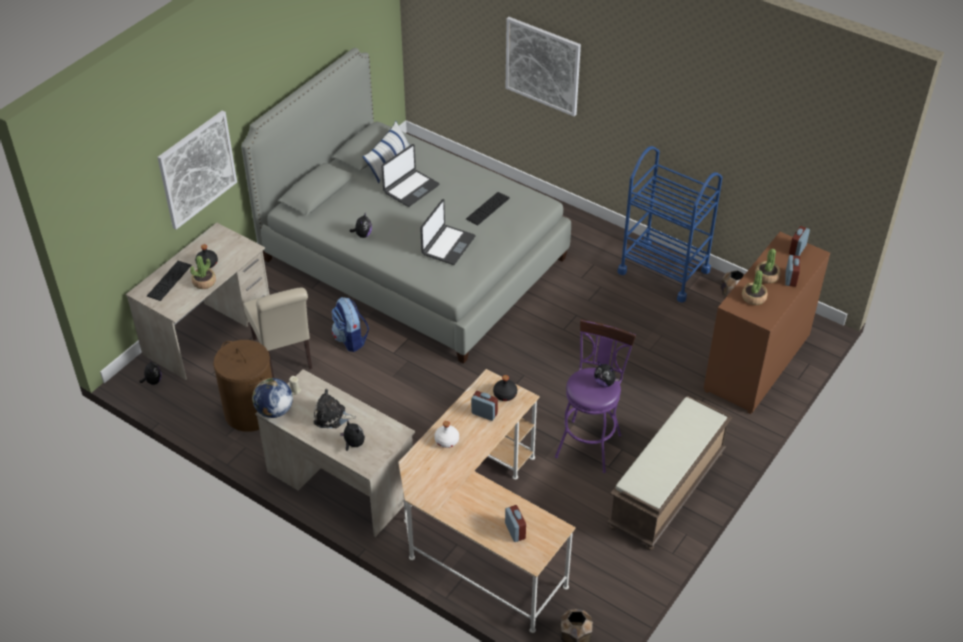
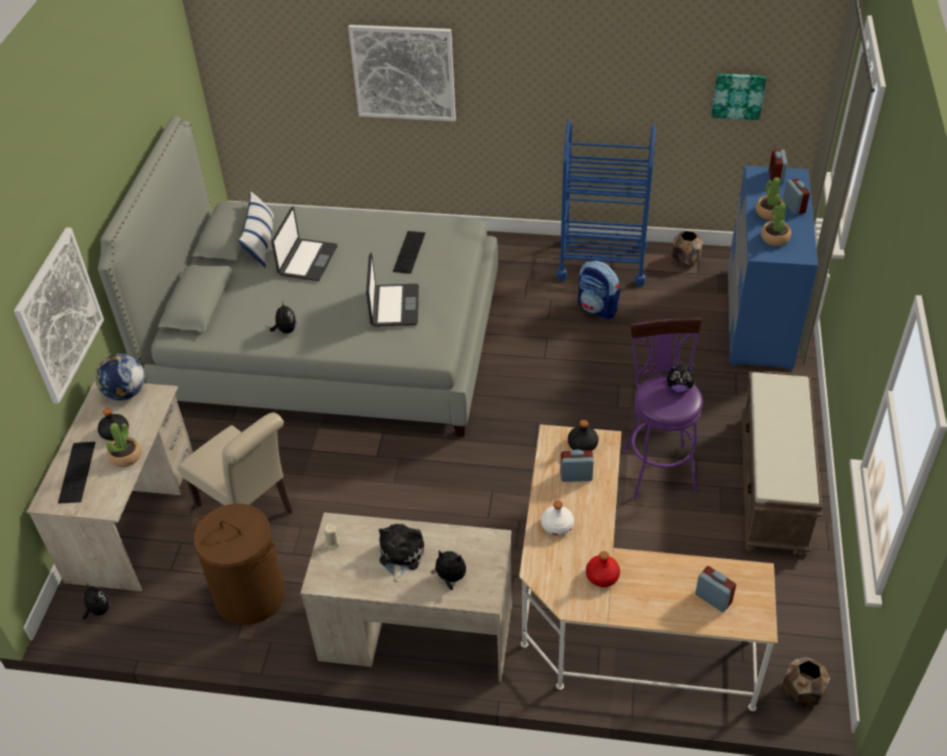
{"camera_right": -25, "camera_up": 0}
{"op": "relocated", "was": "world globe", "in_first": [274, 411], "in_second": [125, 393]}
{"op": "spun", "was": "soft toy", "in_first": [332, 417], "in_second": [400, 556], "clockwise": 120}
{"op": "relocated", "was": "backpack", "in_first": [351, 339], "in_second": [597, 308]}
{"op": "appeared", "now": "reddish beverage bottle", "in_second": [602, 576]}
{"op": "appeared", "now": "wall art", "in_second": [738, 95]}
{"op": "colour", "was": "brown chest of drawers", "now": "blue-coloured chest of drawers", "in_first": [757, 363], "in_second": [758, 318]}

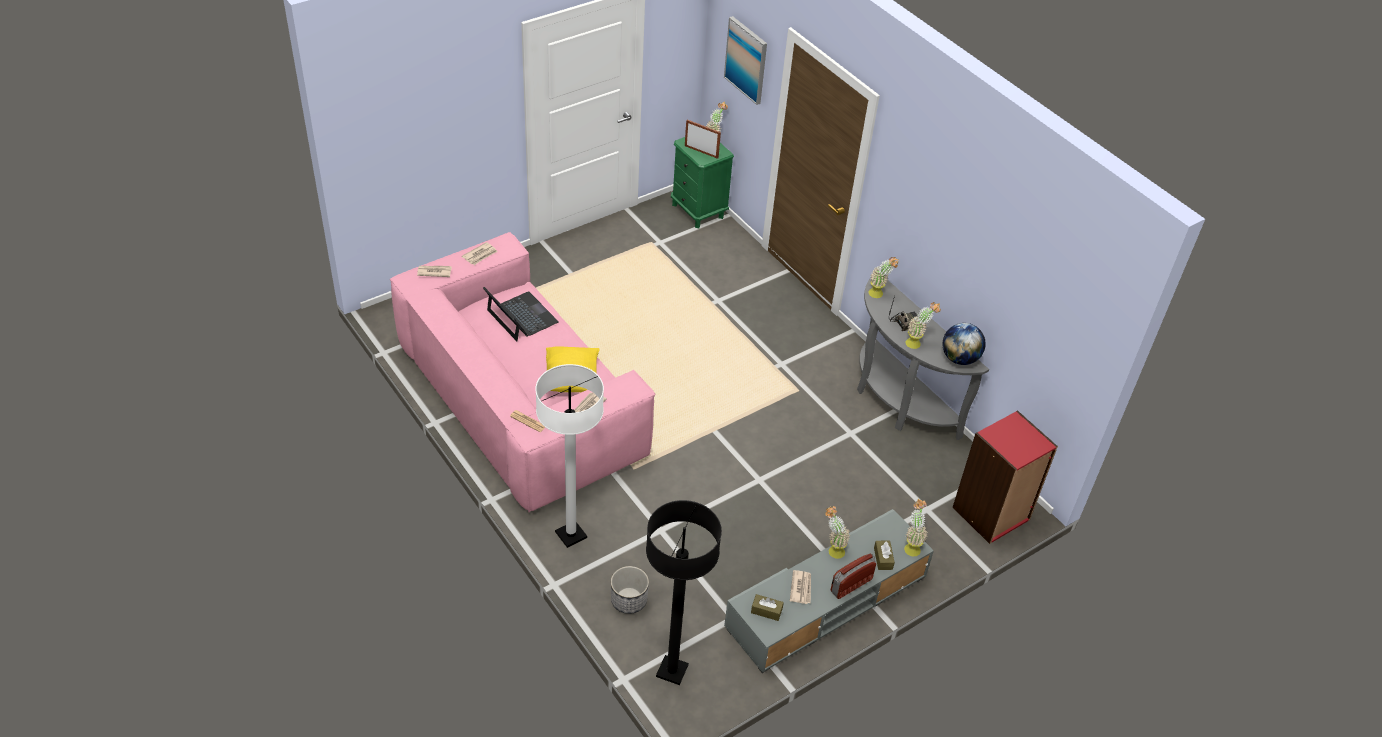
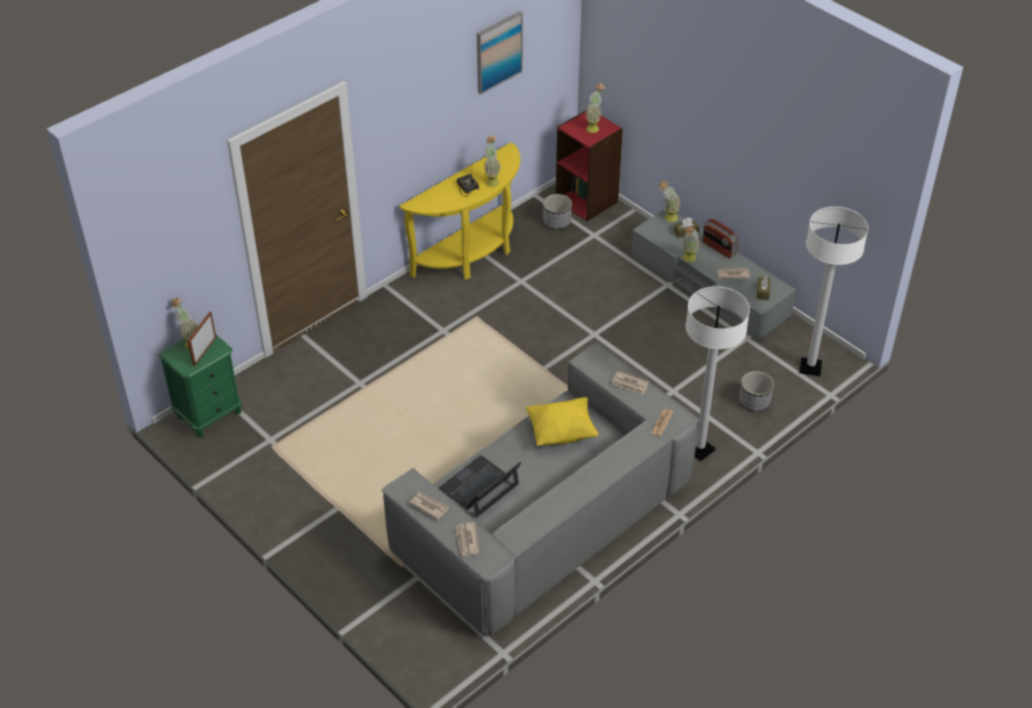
{"camera_right": -95, "camera_up": 0}
{"op": "colour", "was": "pink settee", "now": "grey settee", "in_first": [520, 399], "in_second": [542, 517]}
{"op": "colour", "was": "grey hall table", "now": "yellowish hall table", "in_first": [897, 400], "in_second": [472, 254]}
{"op": "relocated", "was": "wall art", "in_first": [746, 60], "in_second": [498, 52]}
{"op": "appeared", "now": "planter", "in_second": [557, 222]}
{"op": "relocated", "was": "plant in a pot", "in_first": [879, 295], "in_second": [594, 127]}
{"op": "colour", "was": "black-coloured standard lamp", "now": "white standard lamp", "in_first": [672, 671], "in_second": [810, 368]}
{"op": "missing", "was": "world globe", "in_first": [959, 358]}

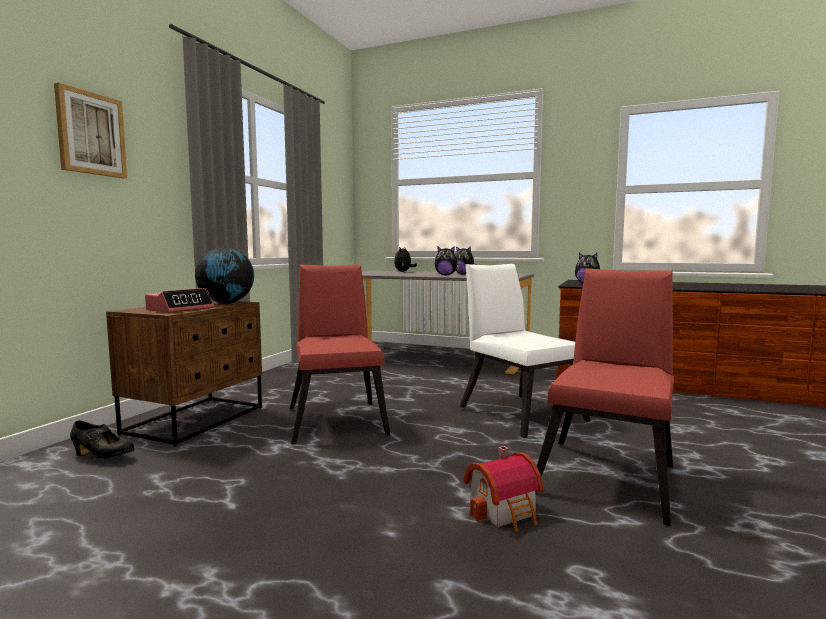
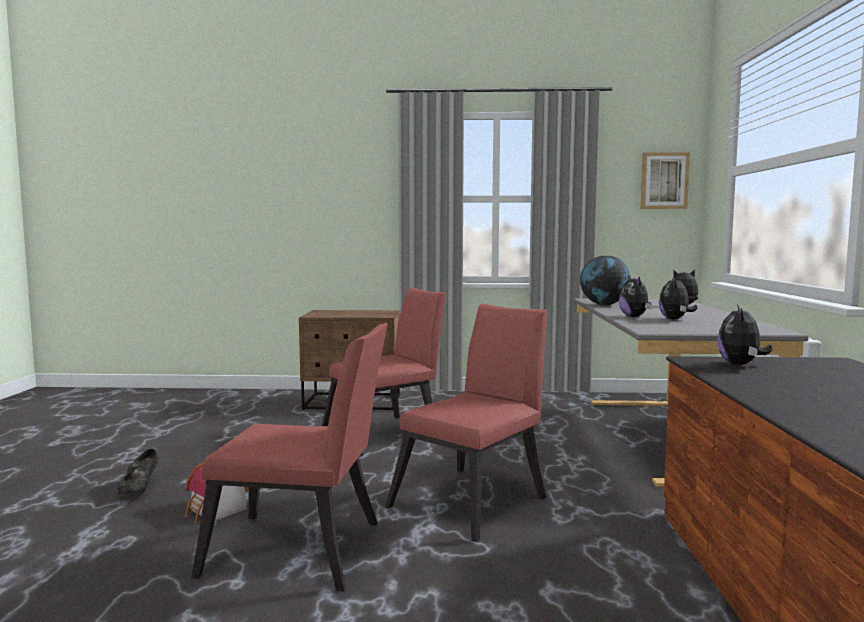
{"camera_right": 70, "camera_up": 0}
{"op": "relocated", "was": "black-coloured item of footwear", "in_first": [102, 457], "in_second": [139, 491]}
{"op": "colour", "was": "white chair", "now": "reddish chair", "in_first": [518, 412], "in_second": [475, 500]}
{"op": "relocated", "was": "world globe", "in_first": [226, 303], "in_second": [604, 304]}
{"op": "relocated", "was": "wall art", "in_first": [91, 134], "in_second": [664, 181]}
{"op": "missing", "was": "bedside clock", "in_first": [180, 309]}

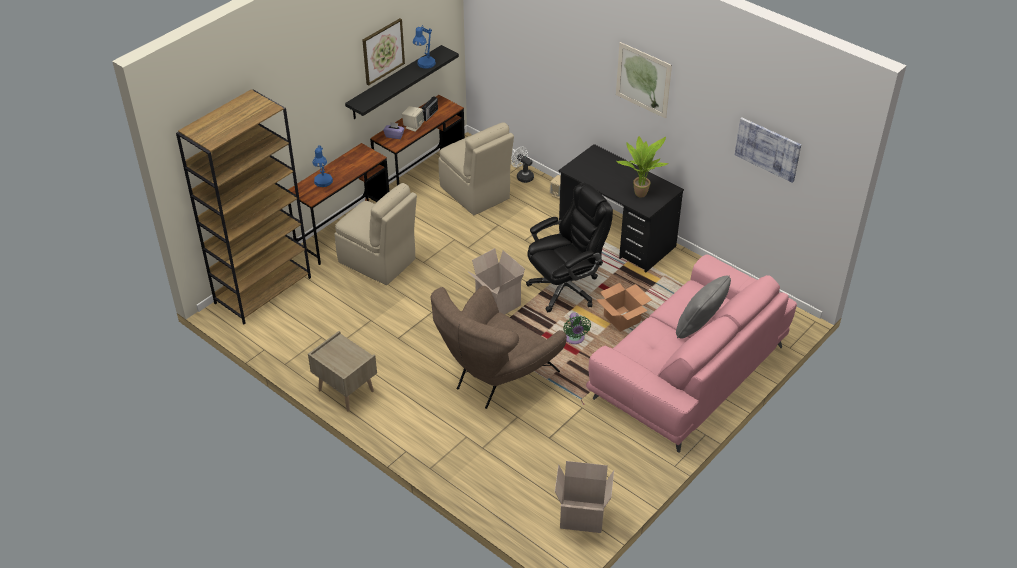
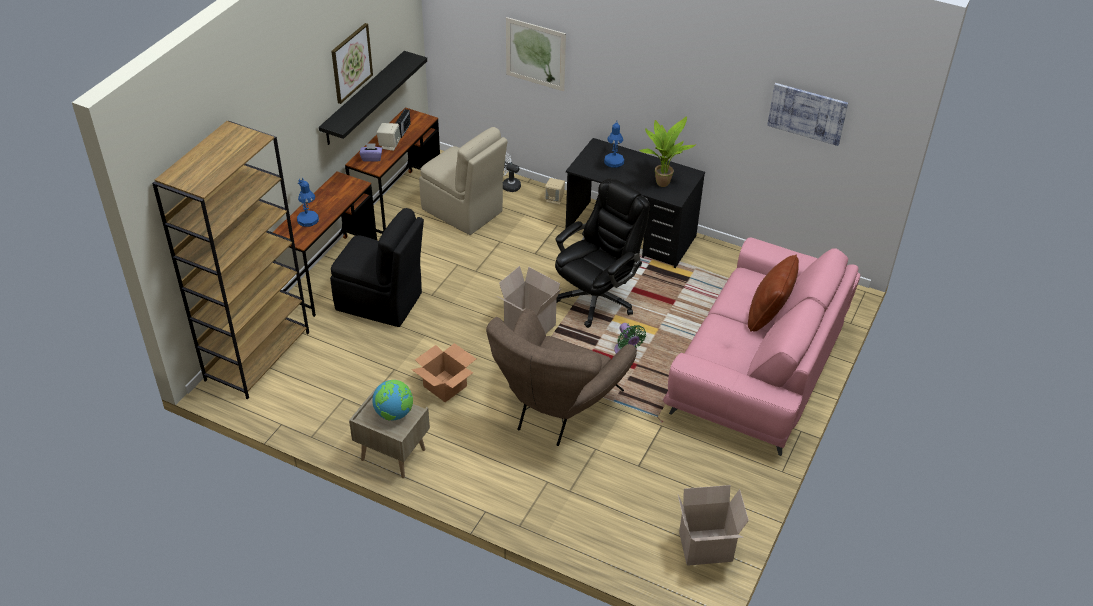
{"camera_right": -15, "camera_up": 0}
{"op": "colour", "was": "sand-coloured chair", "now": "black-coloured chair", "in_first": [378, 262], "in_second": [381, 302]}
{"op": "appeared", "now": "world globe", "in_second": [394, 413]}
{"op": "relocated", "was": "cardboard box", "in_first": [621, 319], "in_second": [444, 386]}
{"op": "relocated", "was": "wall art", "in_first": [643, 80], "in_second": [535, 54]}
{"op": "relocated", "was": "blue-coloured lamp for a table", "in_first": [425, 65], "in_second": [613, 164]}
{"op": "colour", "was": "grey cushion", "now": "brown cushion", "in_first": [700, 327], "in_second": [768, 315]}

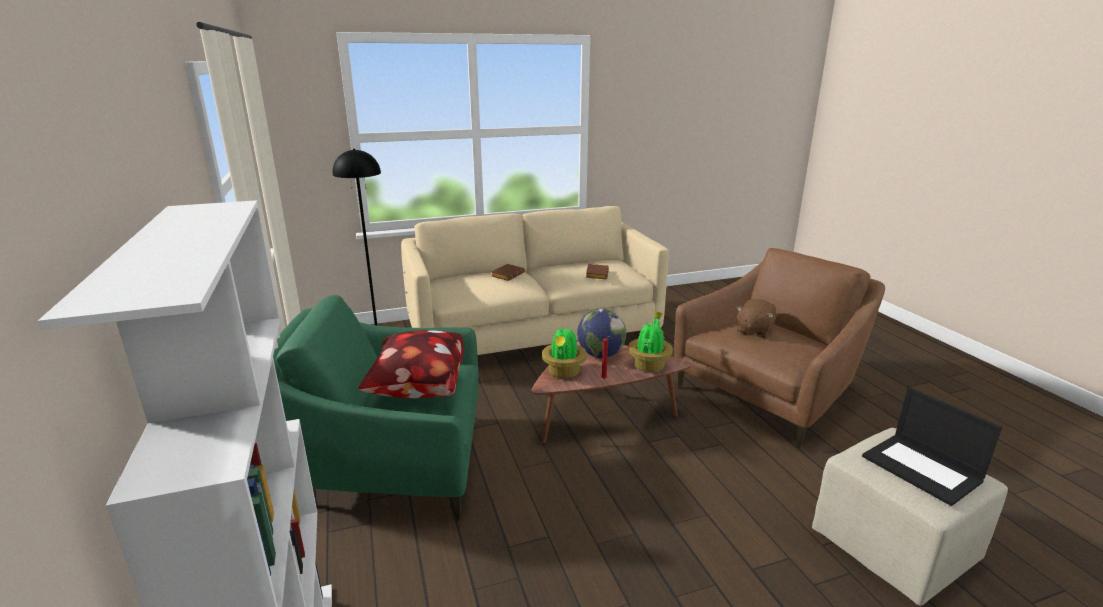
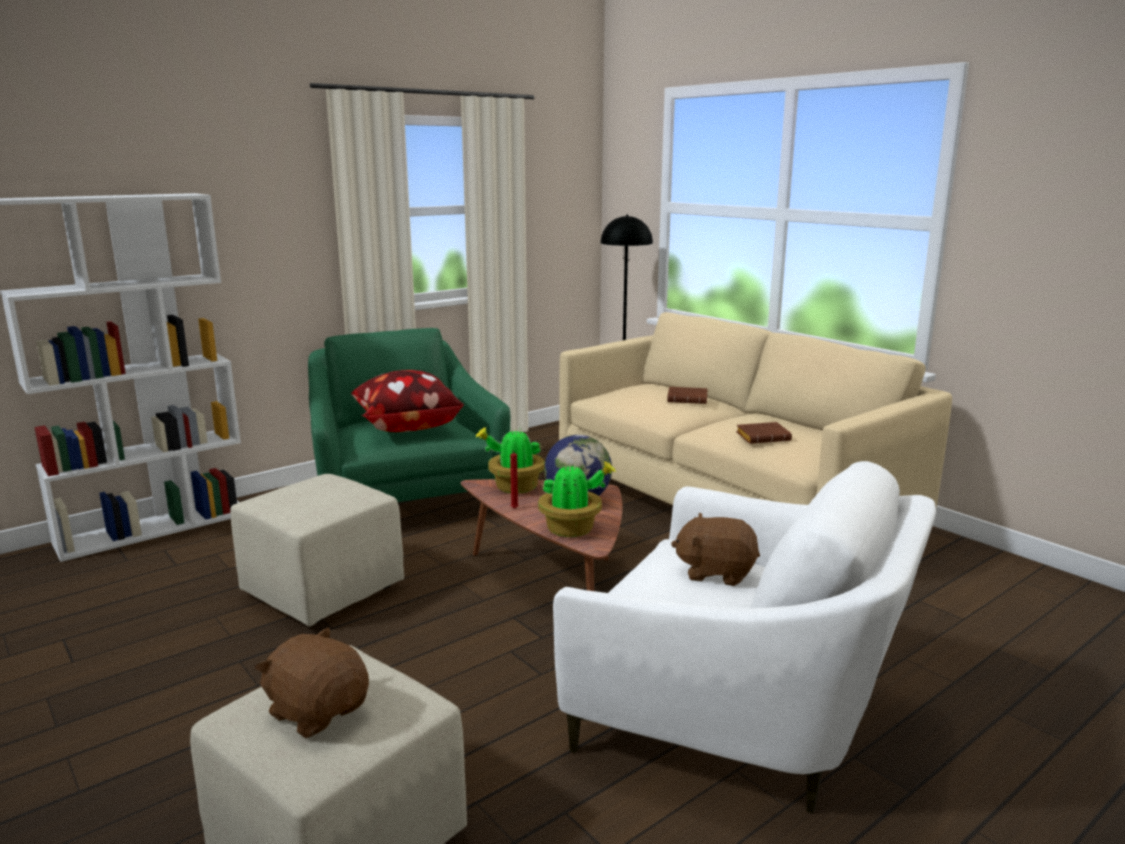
{"camera_right": 70, "camera_up": -5}
{"op": "appeared", "now": "sand-coloured footrest", "in_second": [324, 589]}
{"op": "exchanged", "was": "laptop", "now": "brown soft toy", "in_first": [923, 469], "in_second": [318, 711]}
{"op": "colour", "was": "brown armchair", "now": "white armchair", "in_first": [770, 393], "in_second": [739, 717]}

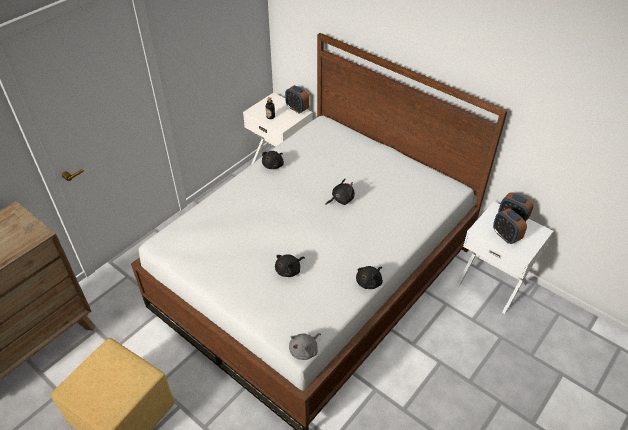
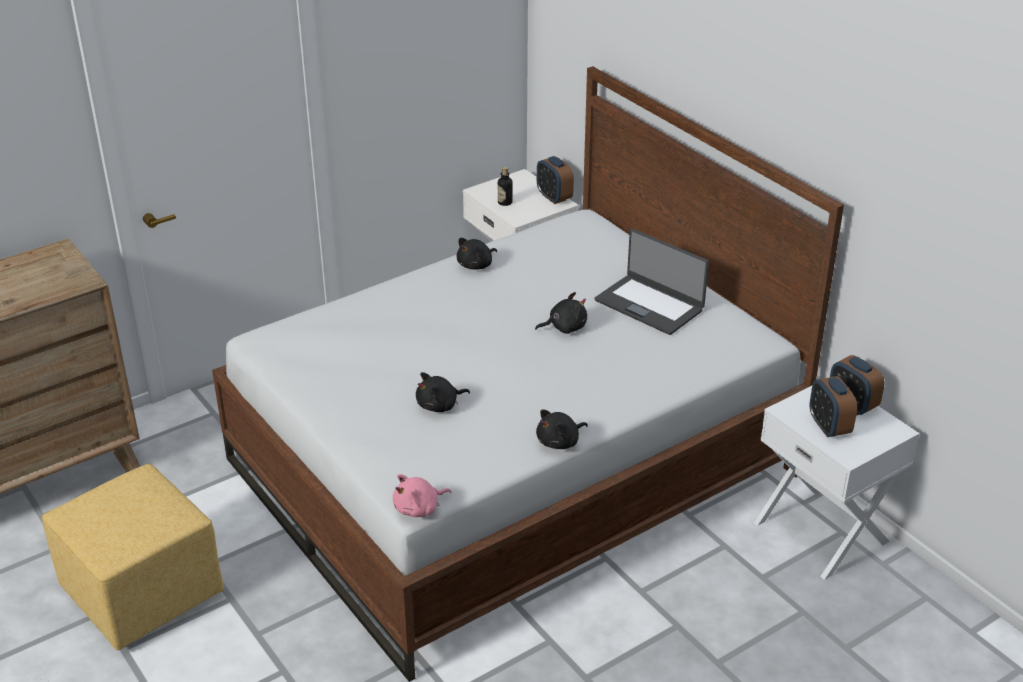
{"camera_right": 15, "camera_up": -10}
{"op": "colour", "was": "grey soft toy", "now": "pink soft toy", "in_first": [305, 350], "in_second": [419, 508]}
{"op": "appeared", "now": "laptop", "in_second": [649, 304]}

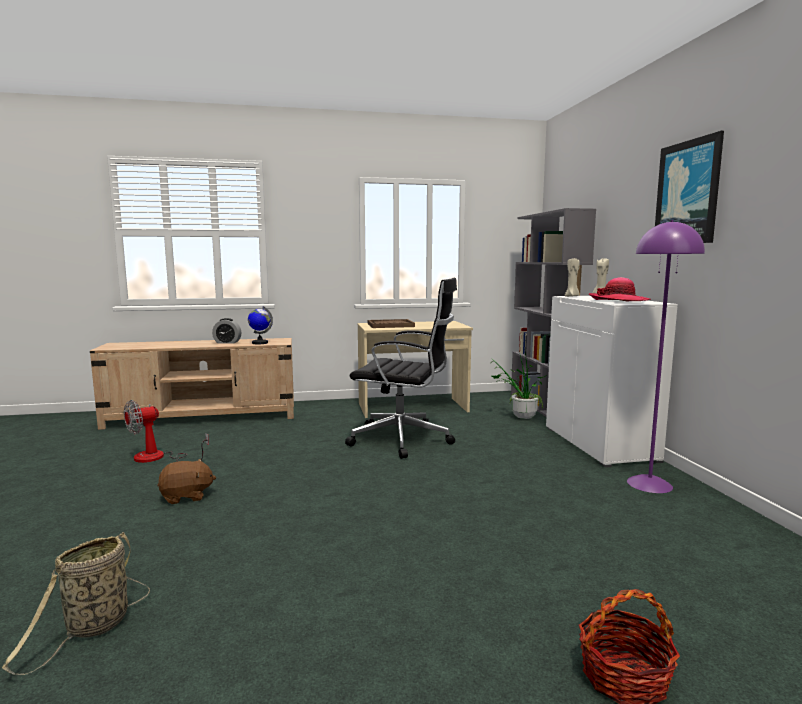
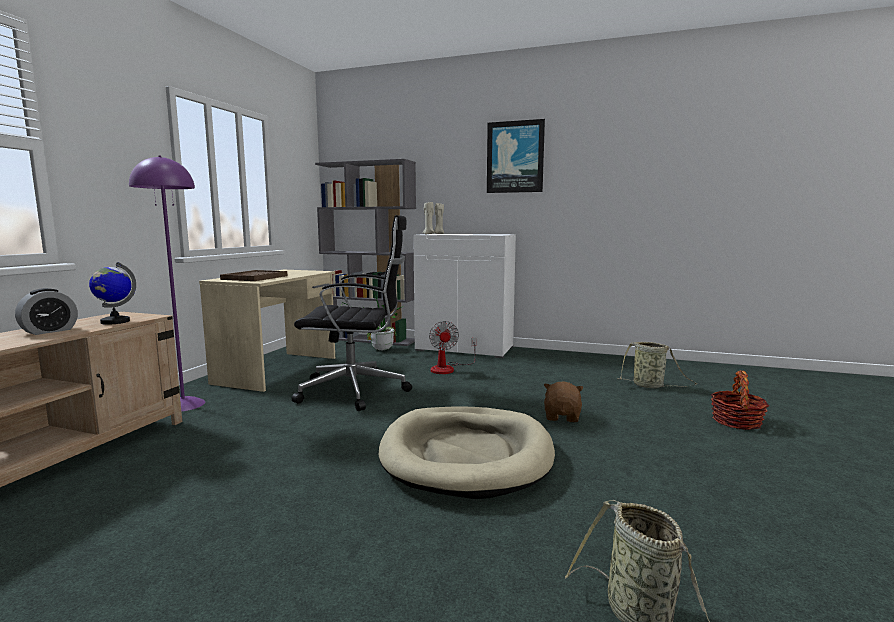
{"camera_right": -60, "camera_up": 0}
{"op": "relocated", "was": "purple-coloured standard lamp", "in_first": [650, 484], "in_second": [184, 404]}
{"op": "spun", "was": "black-coloured computer chair", "in_first": [404, 440], "in_second": [356, 391], "clockwise": 45}
{"op": "appeared", "now": "sand-coloured dog bed", "in_second": [466, 455]}
{"op": "relocated", "was": "cooling fan", "in_first": [158, 458], "in_second": [448, 368]}
{"op": "relocated", "was": "brown soft toy", "in_first": [186, 496], "in_second": [562, 416]}
{"op": "appeared", "now": "basket", "in_second": [650, 386]}
{"op": "missing", "was": "clothing hat", "in_first": [618, 300]}

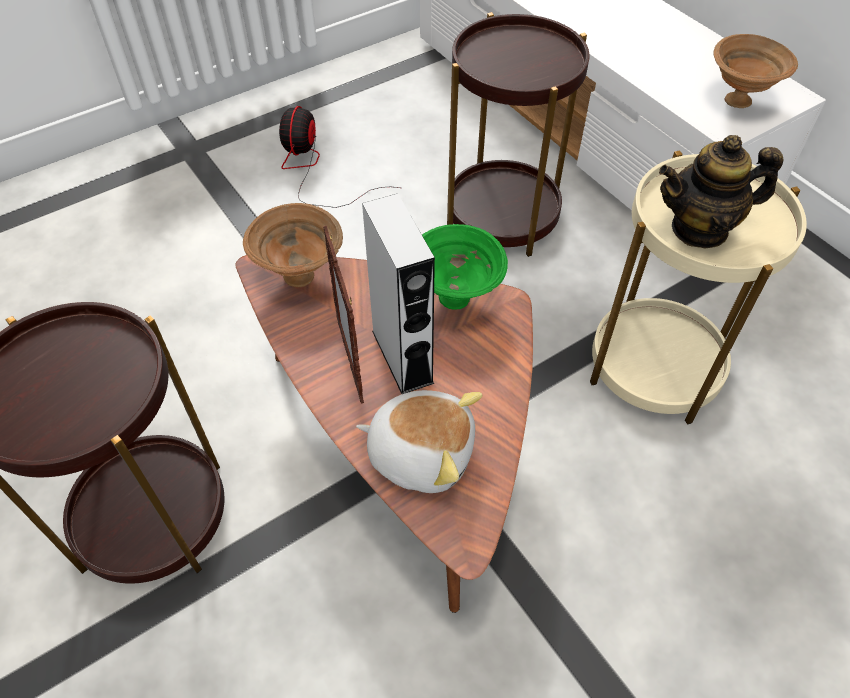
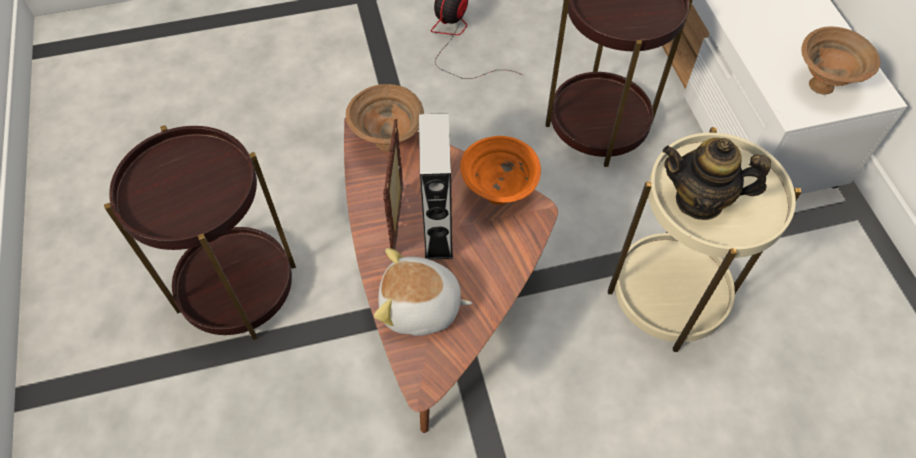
{"camera_right": 20, "camera_up": 5}
{"op": "spun", "was": "soft toy", "in_first": [421, 452], "in_second": [420, 308], "clockwise": 150}
{"op": "colour", "was": "green serving bowl", "now": "orange-coloured serving bowl", "in_first": [456, 299], "in_second": [499, 196]}

